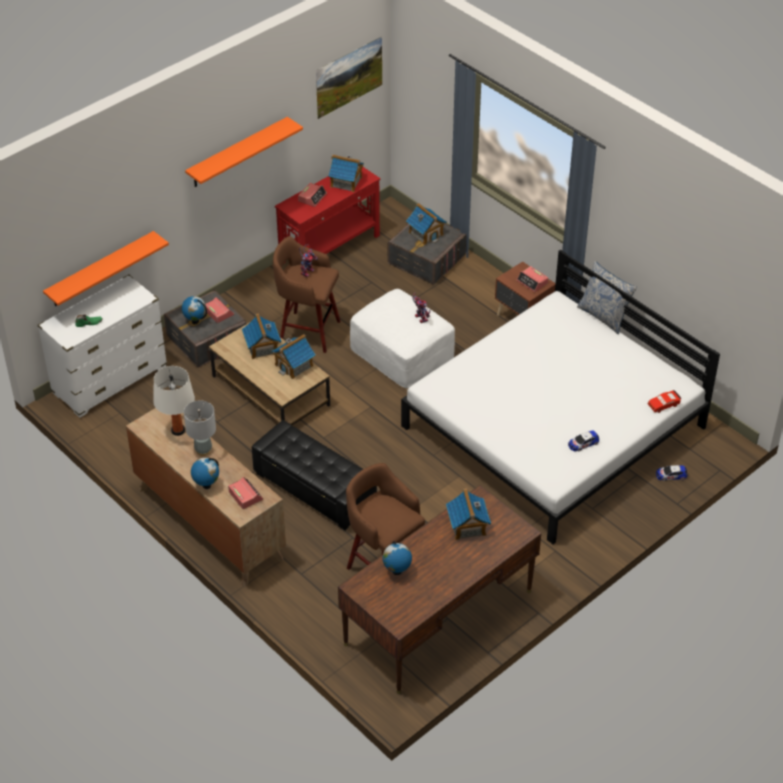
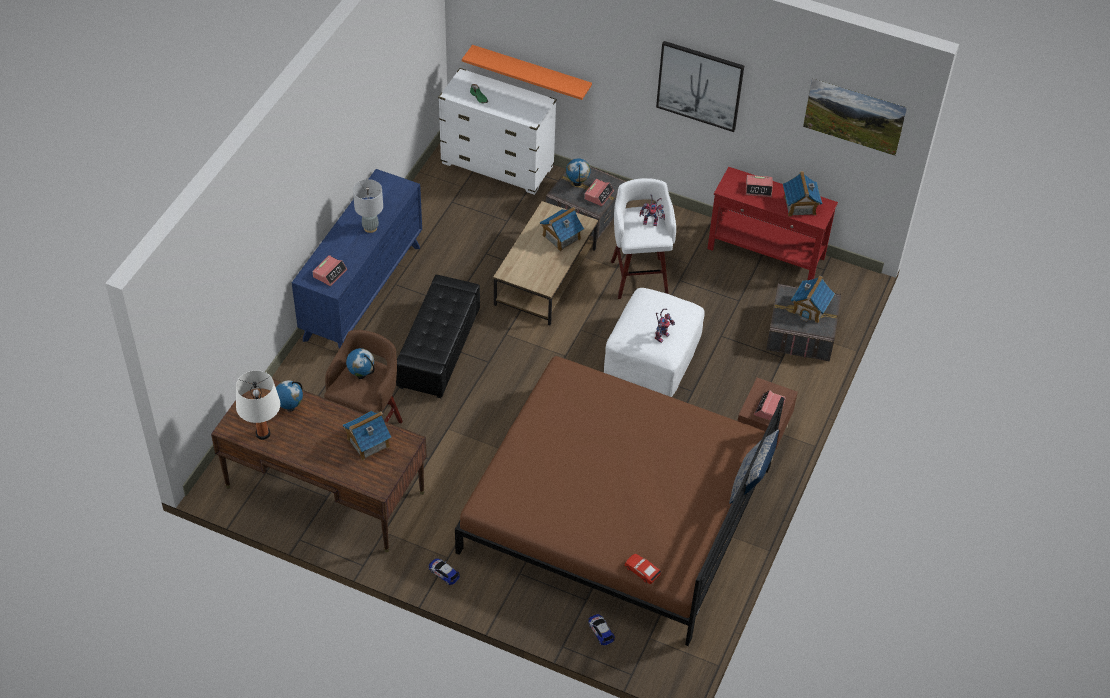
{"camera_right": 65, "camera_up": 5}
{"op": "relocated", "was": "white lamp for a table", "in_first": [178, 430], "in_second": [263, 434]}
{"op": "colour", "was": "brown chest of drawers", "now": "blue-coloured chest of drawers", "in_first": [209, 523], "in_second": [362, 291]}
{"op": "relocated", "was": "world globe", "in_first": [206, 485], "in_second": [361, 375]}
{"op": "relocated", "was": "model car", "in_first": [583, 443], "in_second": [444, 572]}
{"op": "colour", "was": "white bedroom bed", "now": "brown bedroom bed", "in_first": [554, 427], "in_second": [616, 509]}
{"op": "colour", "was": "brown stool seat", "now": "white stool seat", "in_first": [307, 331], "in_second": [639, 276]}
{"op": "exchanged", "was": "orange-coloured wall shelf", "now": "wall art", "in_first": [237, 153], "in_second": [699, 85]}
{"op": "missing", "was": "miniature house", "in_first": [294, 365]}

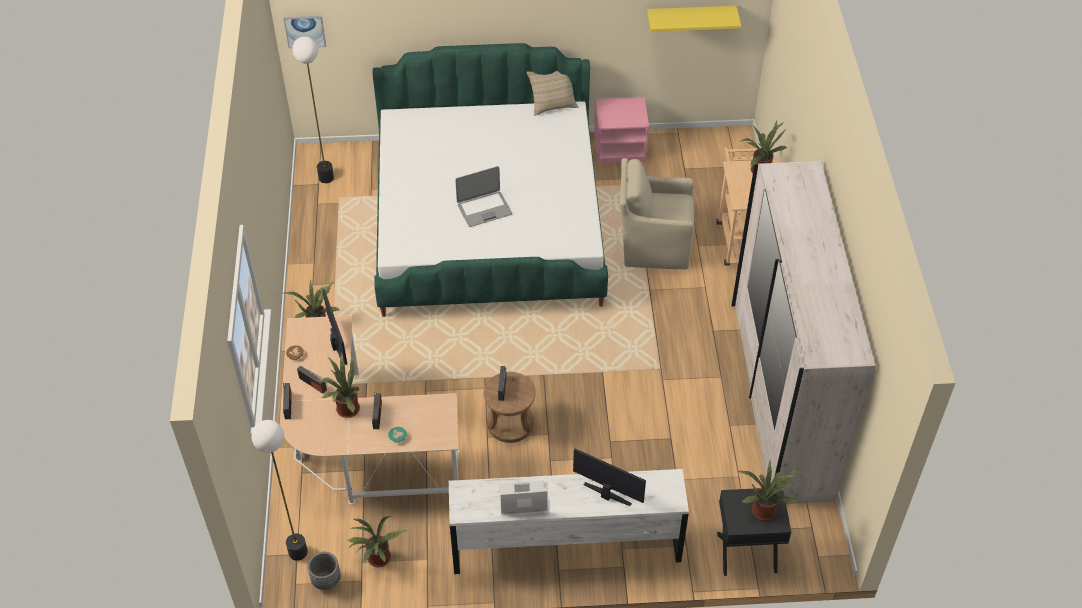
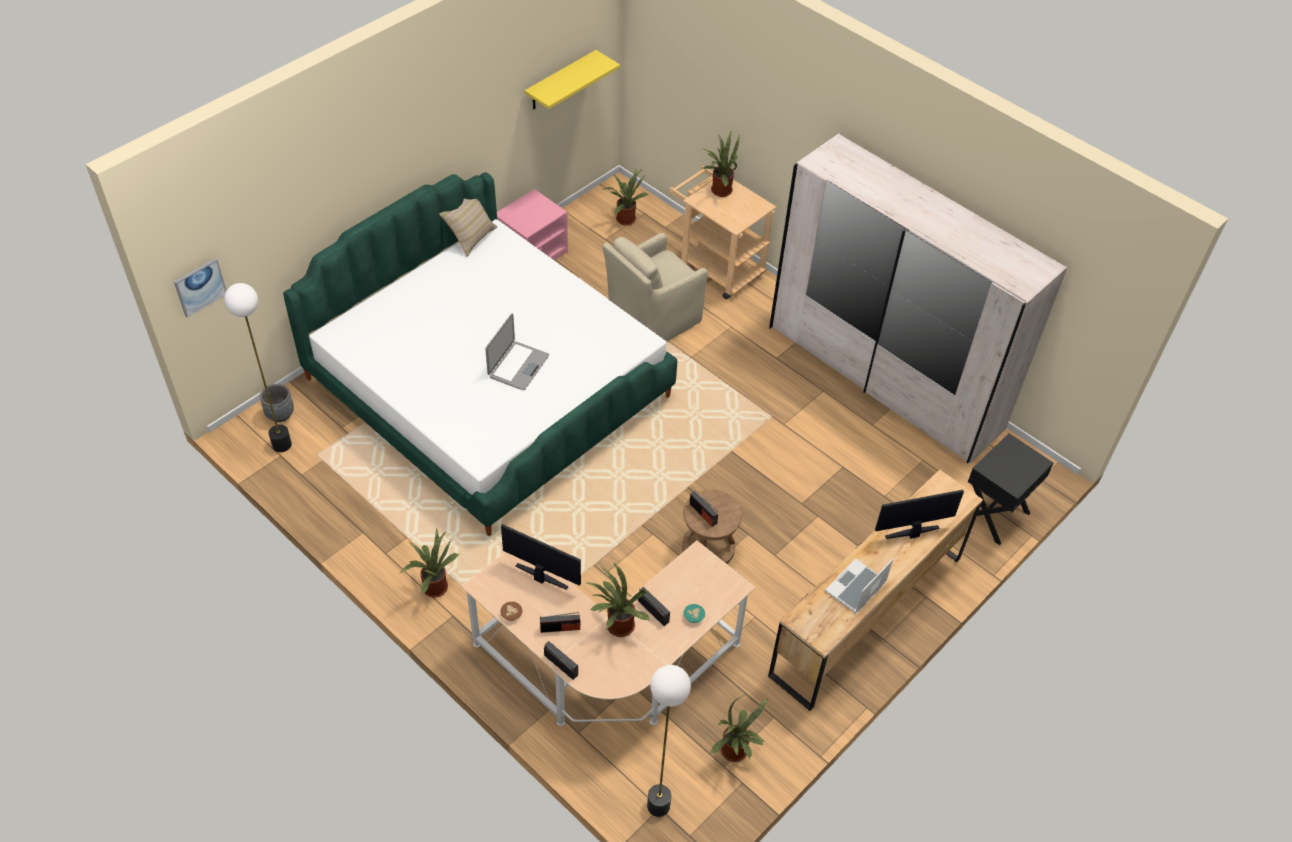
{"camera_right": -45, "camera_up": 0}
{"op": "relocated", "was": "grey planter", "in_first": [326, 580], "in_second": [280, 414]}
{"op": "relocated", "was": "plant in a pot", "in_first": [764, 509], "in_second": [625, 218]}
{"op": "colour", "was": "white chest of drawers", "now": "brown chest of drawers", "in_first": [566, 546], "in_second": [867, 615]}

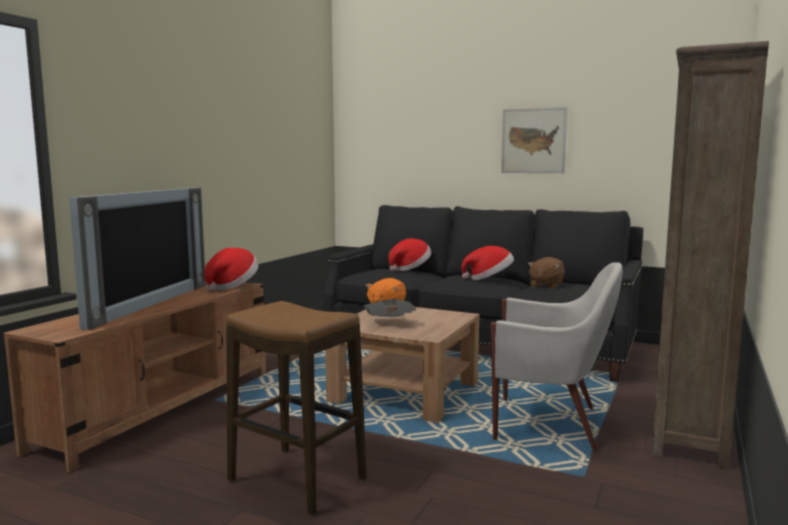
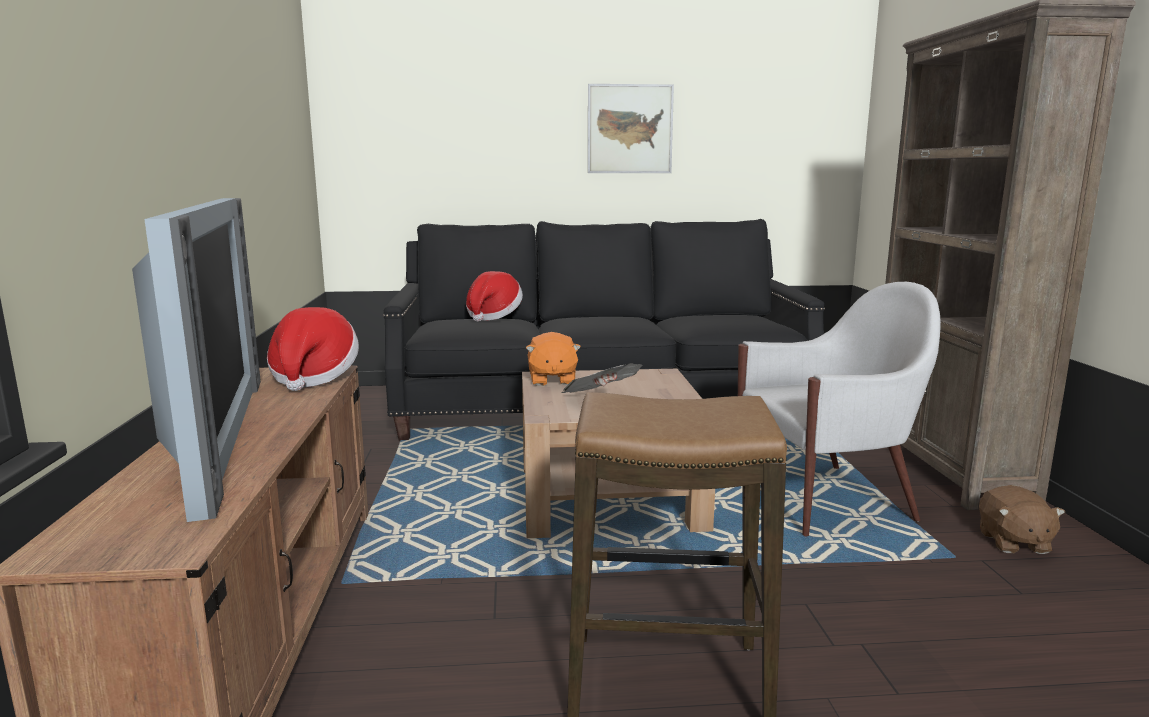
{"camera_right": -30, "camera_up": 5}
{"op": "relocated", "was": "brown soft toy", "in_first": [546, 286], "in_second": [1013, 542]}
{"op": "missing", "was": "clothing hat", "in_first": [489, 279]}

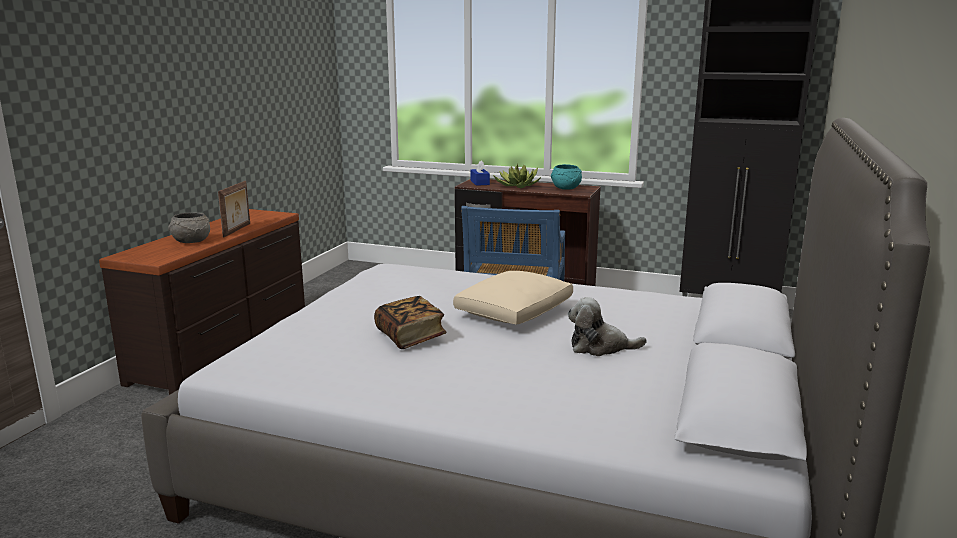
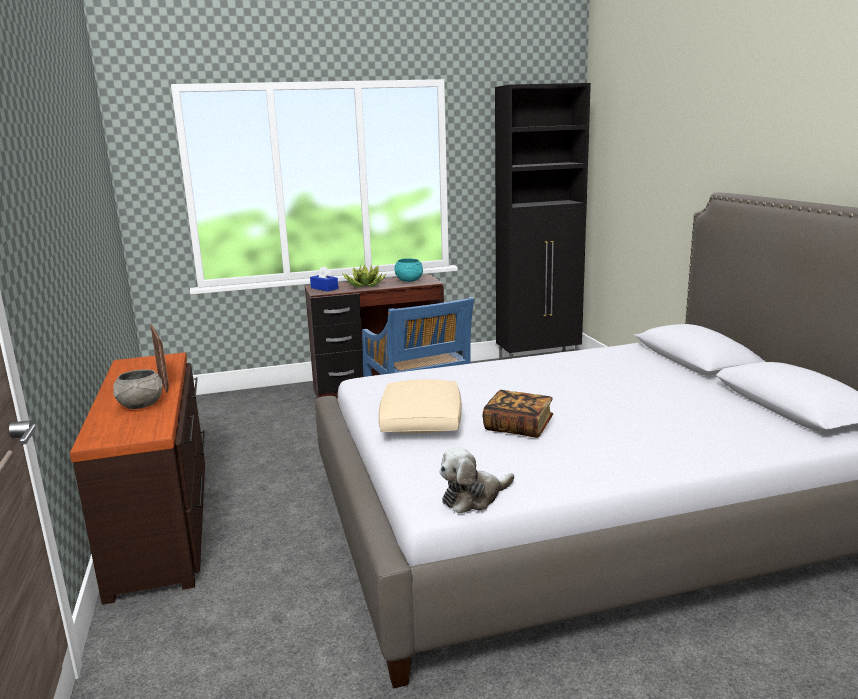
{"camera_right": -35, "camera_up": 0}
{"op": "relocated", "was": "sand-coloured cushion", "in_first": [513, 312], "in_second": [421, 421]}
{"op": "relocated", "was": "soft toy", "in_first": [600, 347], "in_second": [473, 498]}

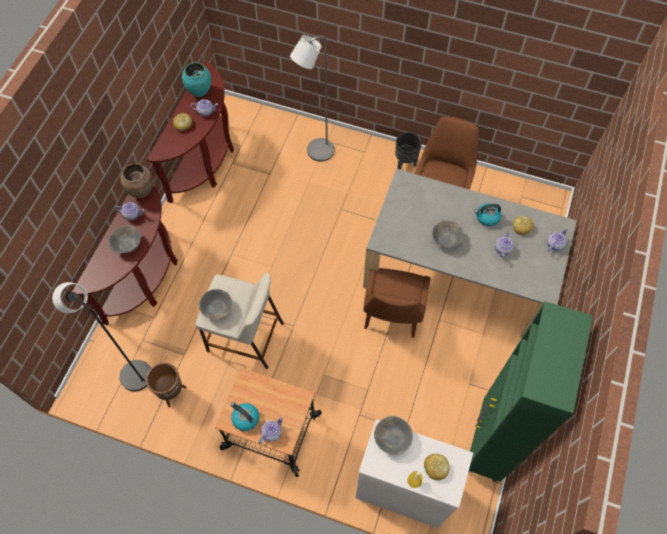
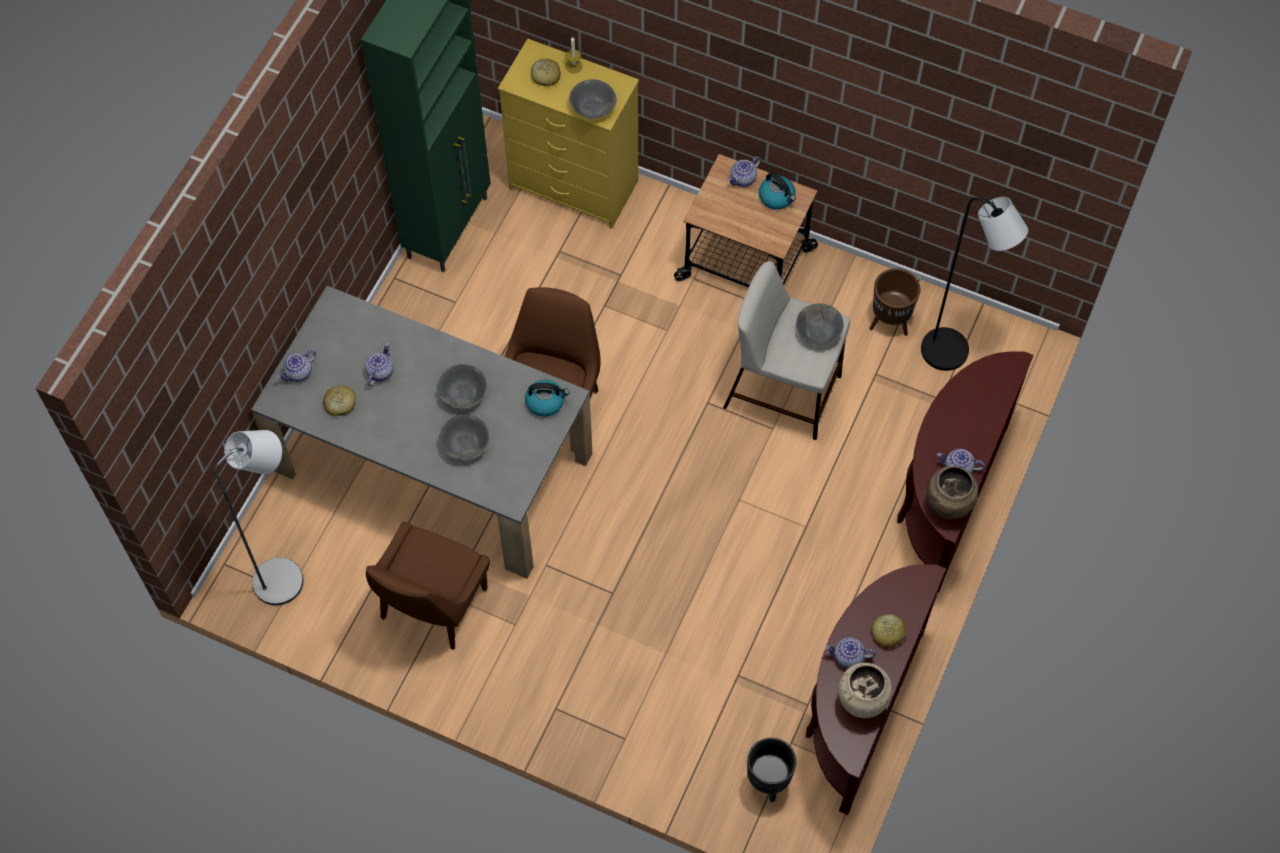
{"camera_right": -175, "camera_up": 0}
{"op": "relocated", "was": "grey standard lamp", "in_first": [316, 153], "in_second": [287, 576]}
{"op": "relocated", "was": "grey serving bowl", "in_first": [128, 244], "in_second": [465, 444]}
{"op": "colour", "was": "white chest of drawers", "now": "yellowish chest of drawers", "in_first": [402, 489], "in_second": [575, 185]}
{"op": "relocated", "was": "water kettle", "in_first": [487, 217], "in_second": [546, 402]}
{"op": "relocated", "was": "black-coloured planter", "in_first": [405, 163], "in_second": [767, 782]}
{"op": "colour", "was": "turquoise-coloured flower vase", "now": "sand-coloured flower vase", "in_first": [200, 91], "in_second": [861, 703]}

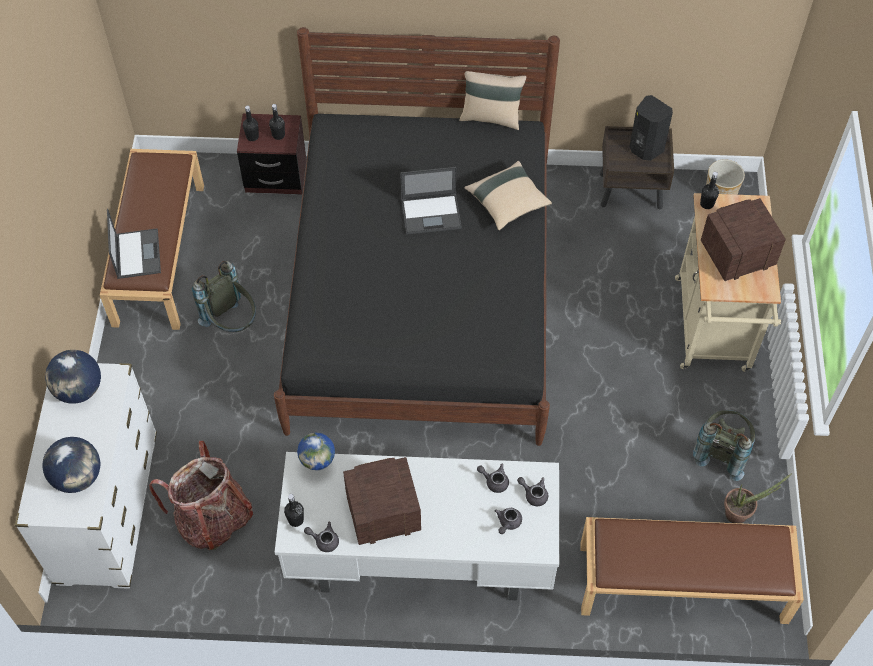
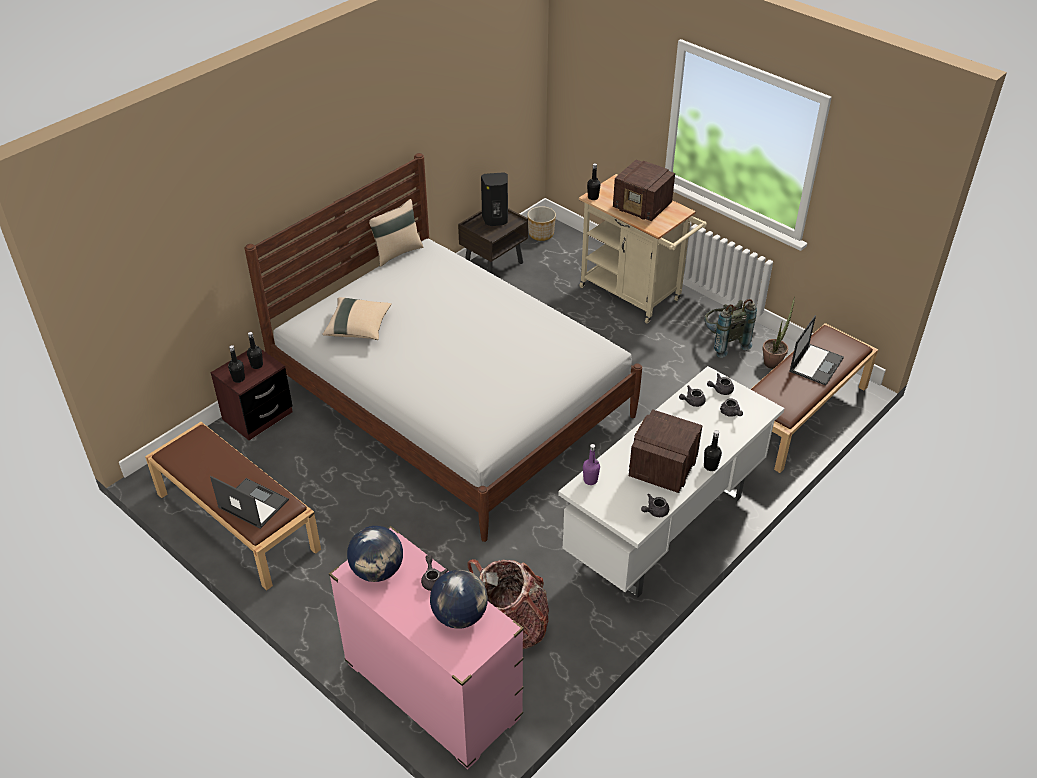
{"camera_right": -50, "camera_up": -15}
{"op": "colour", "was": "black-coloured bedroom bed", "now": "white bedroom bed", "in_first": [421, 294], "in_second": [453, 402]}
{"op": "relocated", "was": "sand-coloured cushion", "in_first": [507, 203], "in_second": [358, 328]}
{"op": "colour", "was": "white chest of drawers", "now": "pink chest of drawers", "in_first": [108, 509], "in_second": [432, 691]}
{"op": "appeared", "now": "grey pot for tea", "in_second": [433, 579]}
{"op": "exchanged", "was": "world globe", "now": "purple-coloured beverage bottle", "in_first": [319, 467], "in_second": [590, 480]}
{"op": "spun", "was": "radio receiver", "in_first": [735, 255], "in_second": [643, 207], "clockwise": -75}
{"op": "relocated", "was": "black-coloured beverage bottle", "in_first": [296, 520], "in_second": [710, 466]}
{"op": "relocated", "was": "laptop", "in_first": [432, 213], "in_second": [816, 364]}
{"op": "missing", "was": "grey backpack", "in_first": [232, 323]}

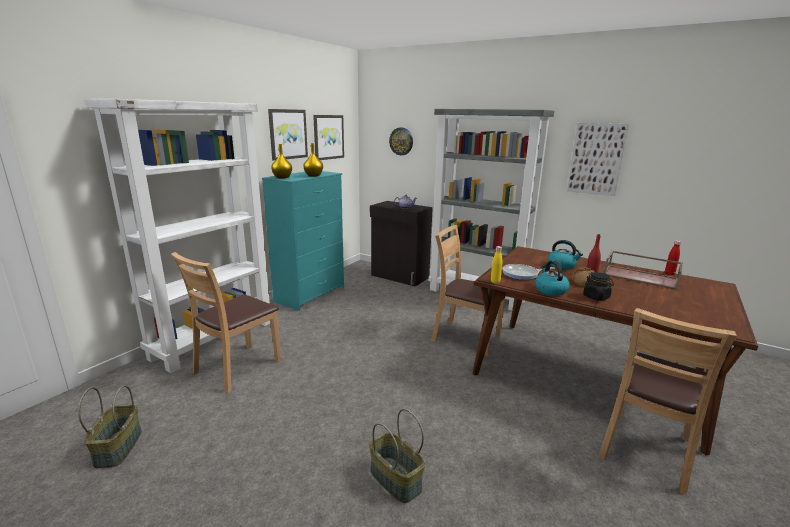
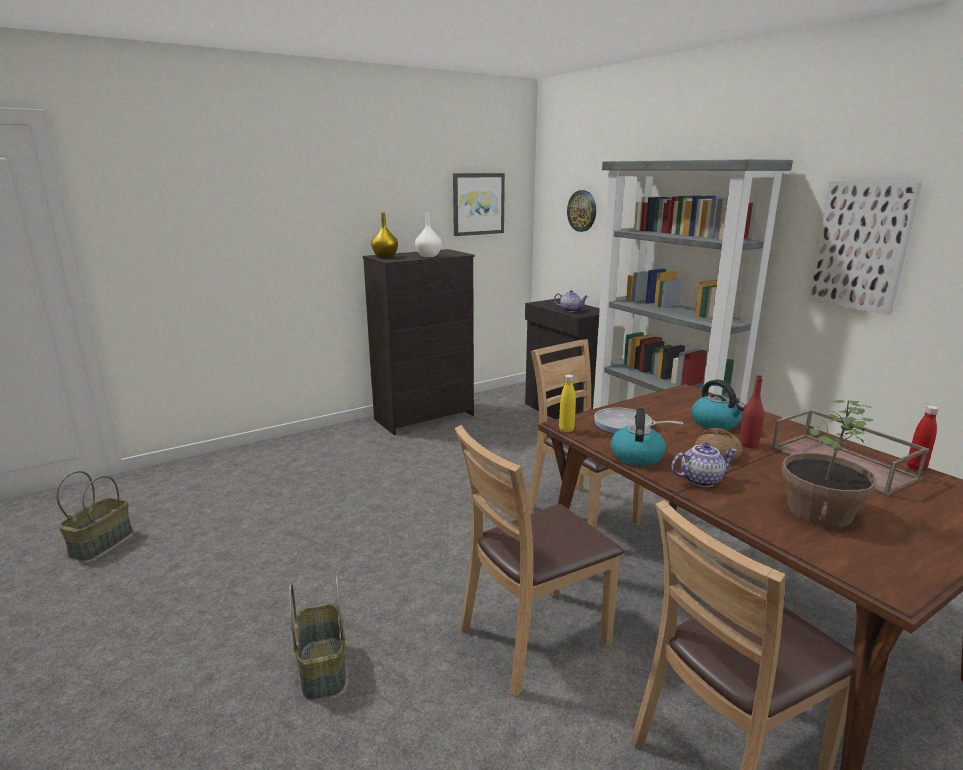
{"camera_right": 25, "camera_up": 0}
{"op": "colour", "was": "turquoise-coloured chest of drawers", "now": "black-coloured chest of drawers", "in_first": [311, 294], "in_second": [425, 417]}
{"op": "colour", "was": "yellowish flower vase", "now": "white flower vase", "in_first": [313, 176], "in_second": [428, 256]}
{"op": "relocated", "was": "brown chair", "in_first": [237, 367], "in_second": [533, 638]}
{"op": "exchanged", "was": "black-coloured preserve jar", "now": "pot for tea", "in_first": [596, 297], "in_second": [701, 480]}
{"op": "appeared", "now": "plant in a pot", "in_second": [818, 512]}
{"op": "missing", "was": "white bookshelf", "in_first": [214, 339]}
{"op": "missing", "was": "wall art", "in_first": [288, 134]}

